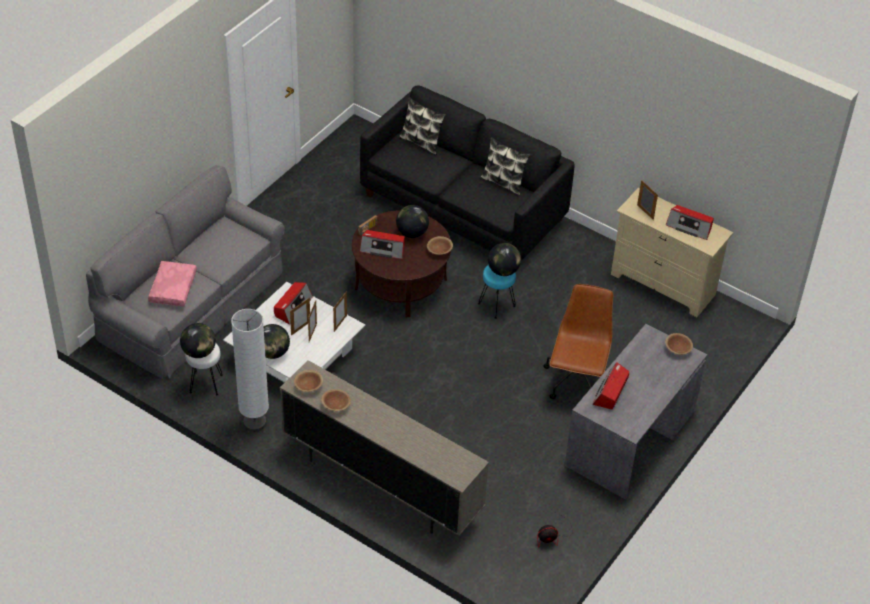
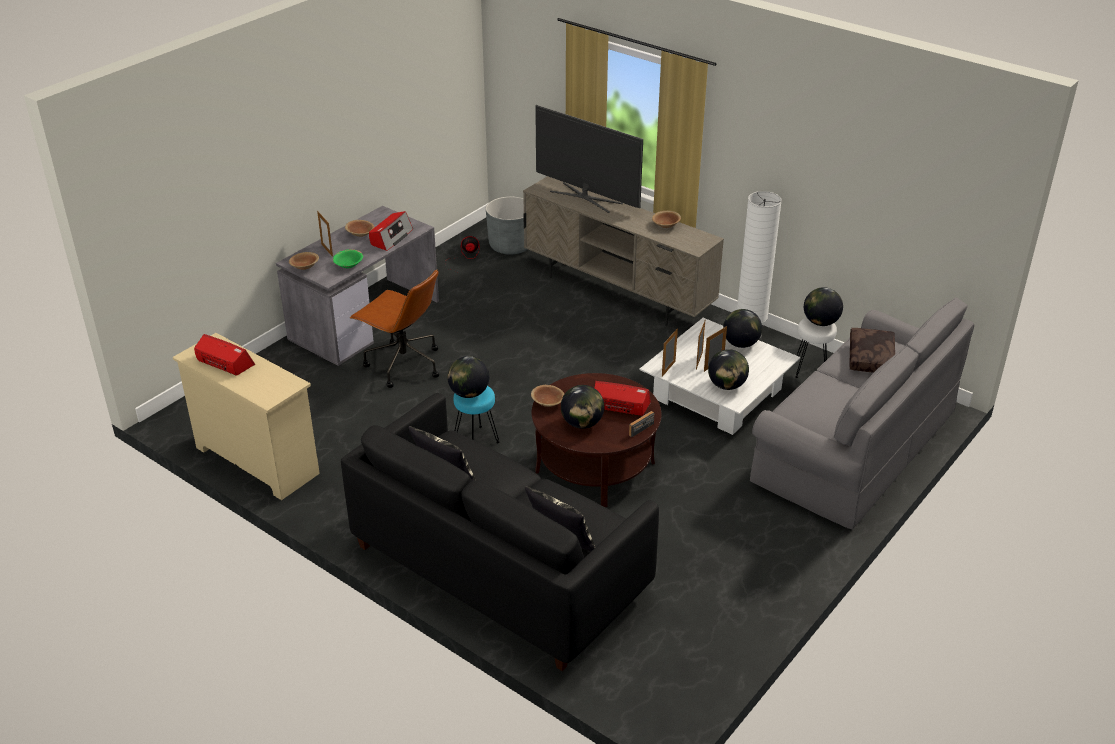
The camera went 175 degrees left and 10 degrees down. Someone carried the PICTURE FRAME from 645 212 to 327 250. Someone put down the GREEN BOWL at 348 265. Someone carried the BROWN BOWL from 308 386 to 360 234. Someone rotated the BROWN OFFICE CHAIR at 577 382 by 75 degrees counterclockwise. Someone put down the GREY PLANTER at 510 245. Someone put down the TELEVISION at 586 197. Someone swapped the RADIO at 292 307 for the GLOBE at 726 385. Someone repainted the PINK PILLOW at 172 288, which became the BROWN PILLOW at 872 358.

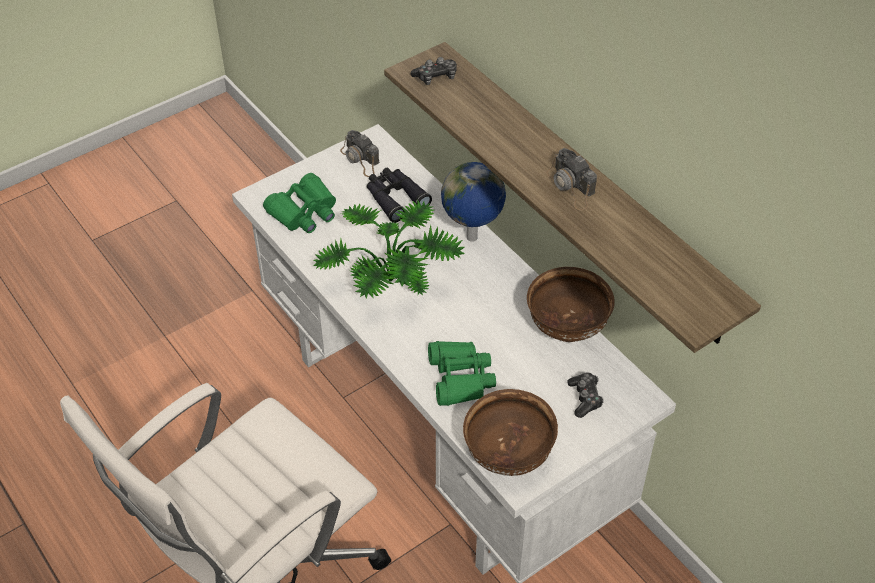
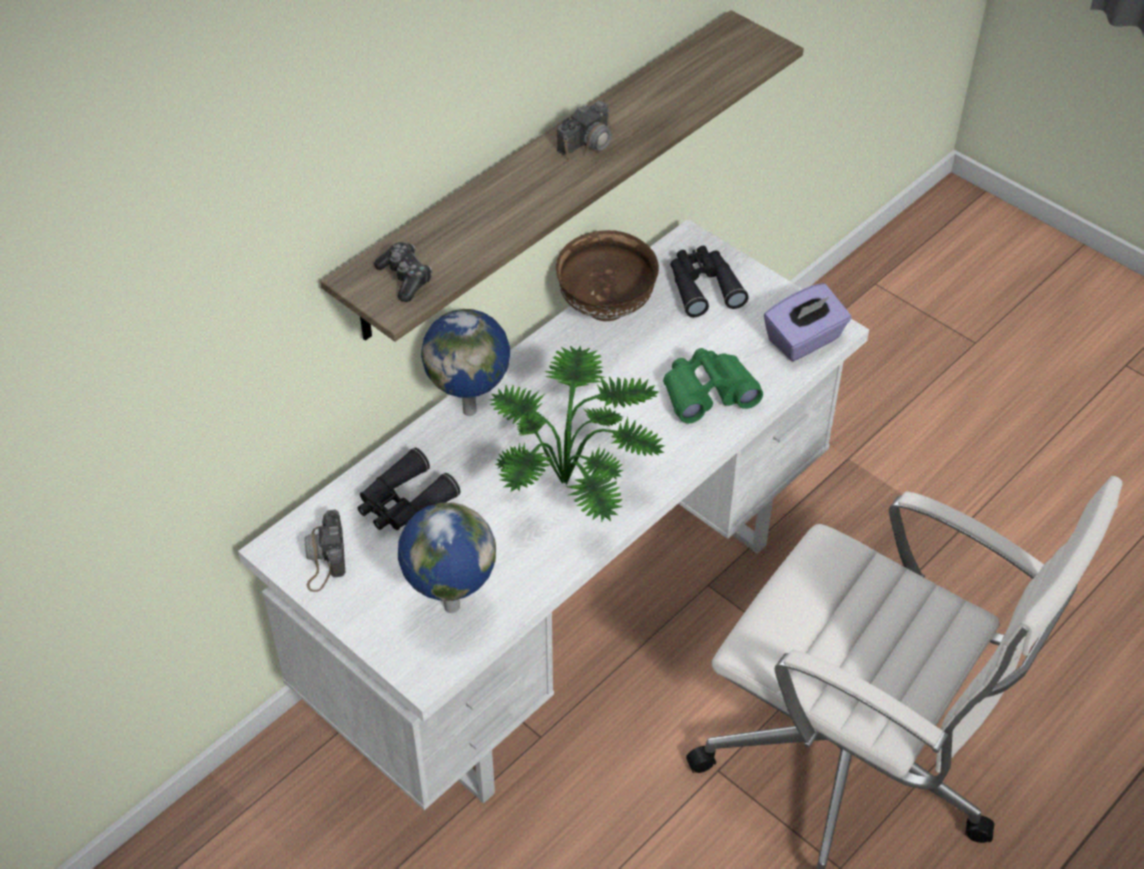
The camera went 100 degrees left and 0 degrees up. Someone rotated the PHOTO CAMERA at 360 159 by 135 degrees clockwise. Someone swapped the GREEN BINOCULARS at 304 212 for the GLOBE at 450 606. Someone swapped the GAME CONTROLLER at 585 398 for the BLACK BINOCULARS at 703 286. Someone swapped the BROWN BOWL at 509 457 for the PURPLE TISSUE BOX at 804 340.

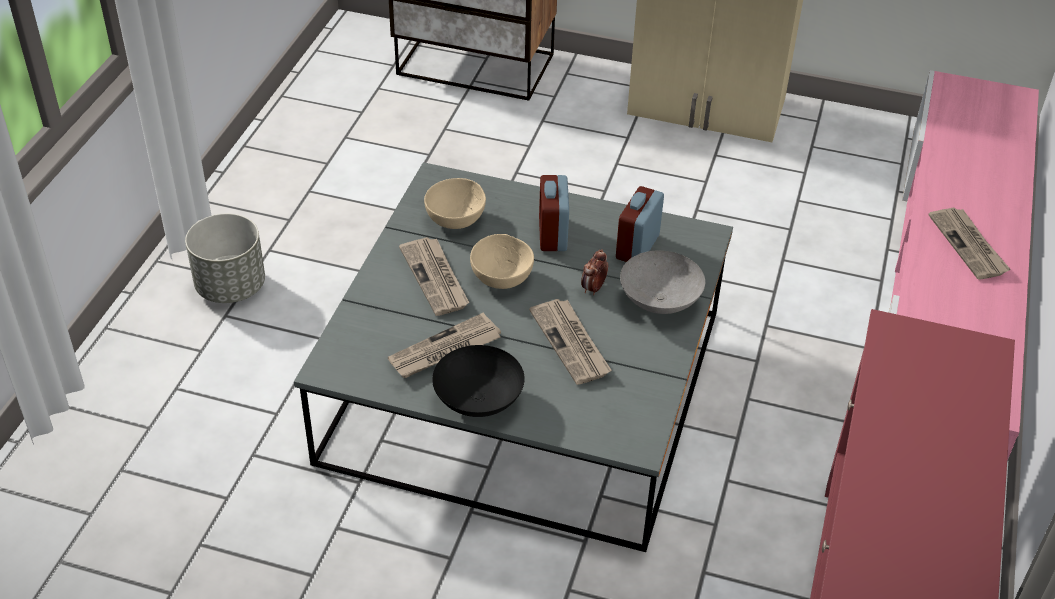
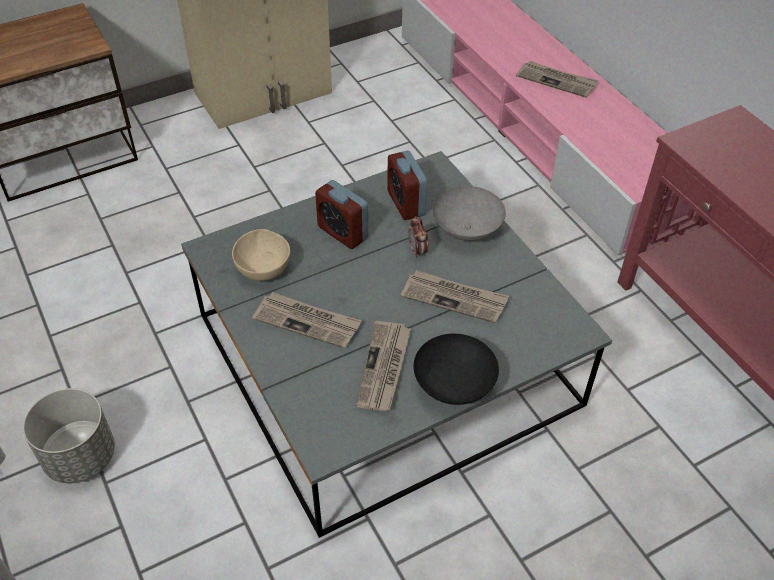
The camera went 45 degrees left and 5 degrees up. Someone took away the BEIGE BOWL at 502 277.

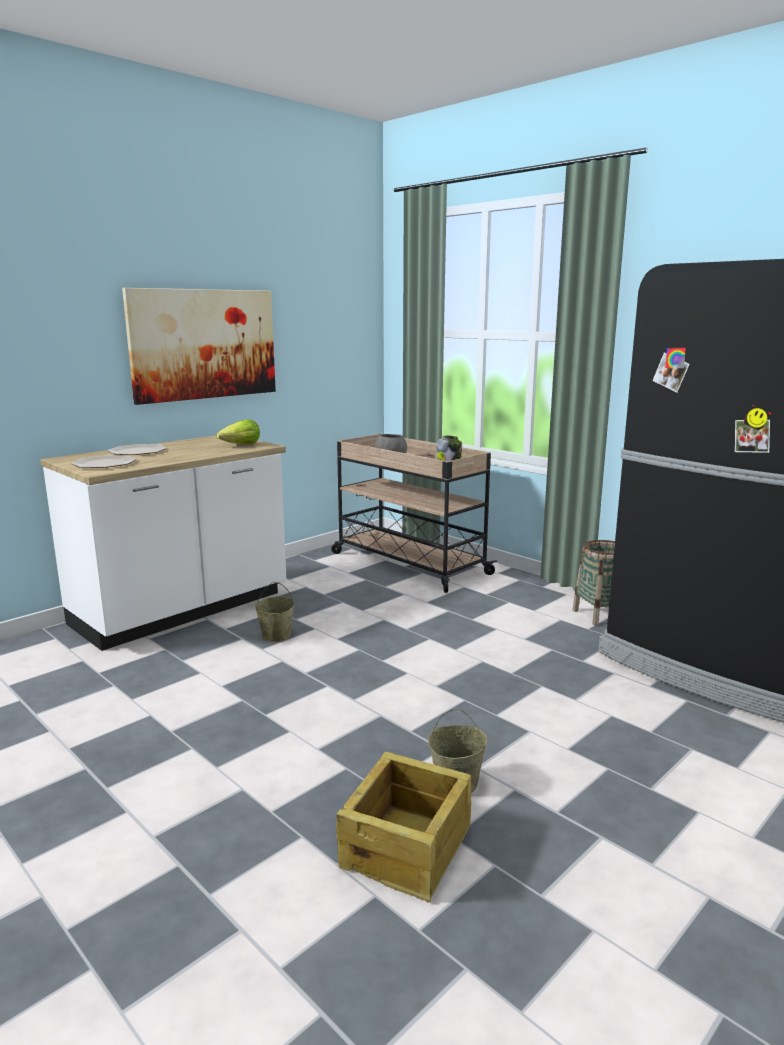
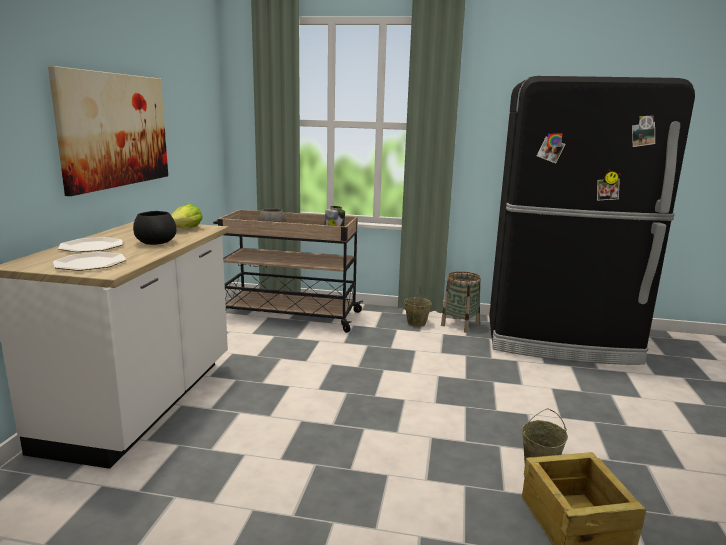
The camera went 35 degrees left and 0 degrees up. Someone put down the BLACK BOWL at 155 242. Someone carried the BEIGE BUCKET from 276 635 to 416 323.

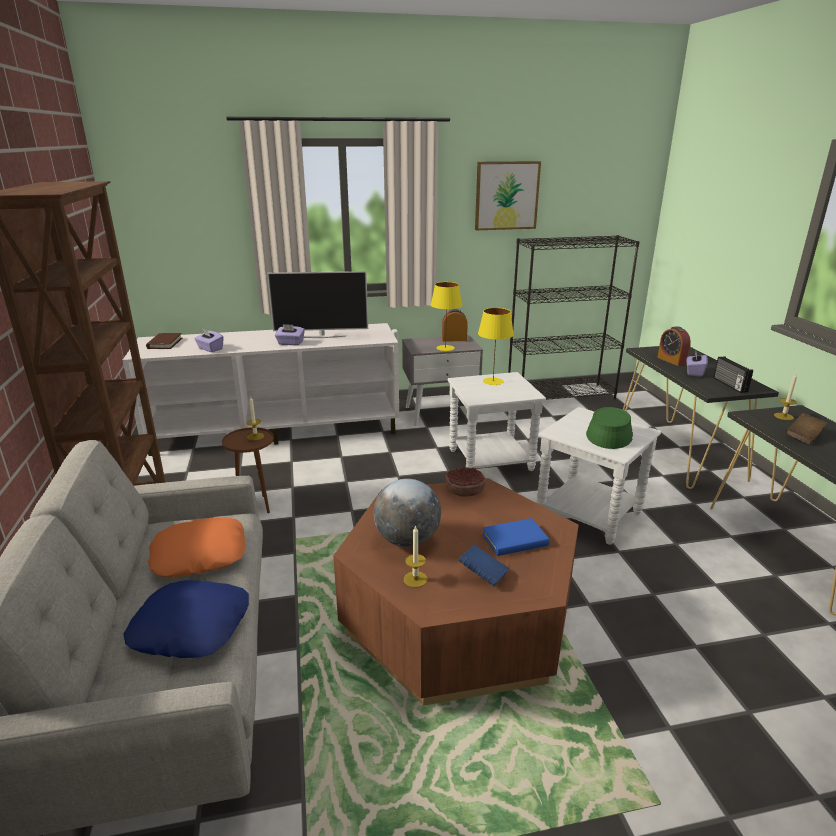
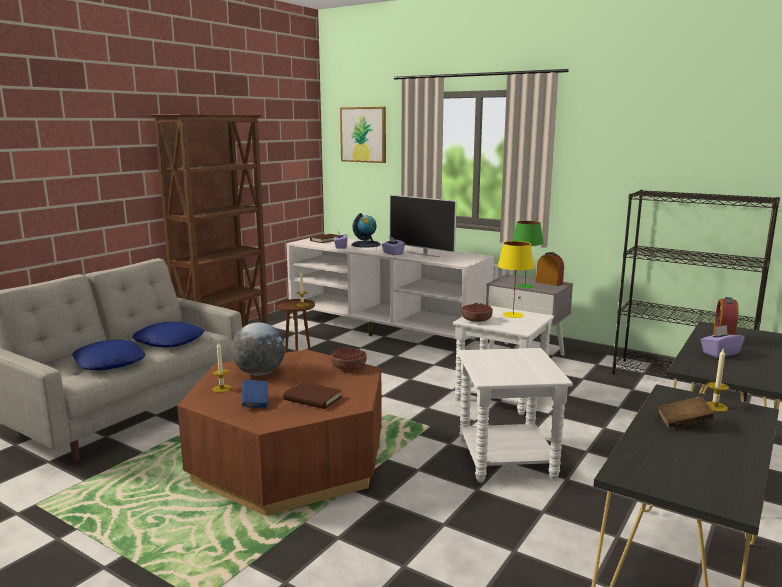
The camera went 45 degrees right and 10 degrees down. Someone repainted the ORANGE PILLOW at 200 554, which became the BLUE PILLOW at 169 341. Someone repainted the BLUE BOOK at 515 540, which became the BROWN BOOK at 312 398. Someone carried the PICTURE from 506 195 to 363 134. Someone put down the GLOBE at 366 244. Someone put down the BOWL at 476 320. Someone repainted the YELLOW TABLE LAMP at 445 348, which became the GREEN TABLE LAMP at 525 286. Someone took away the GREEN HAT at 609 434. Someone took away the RADIO at 729 385.

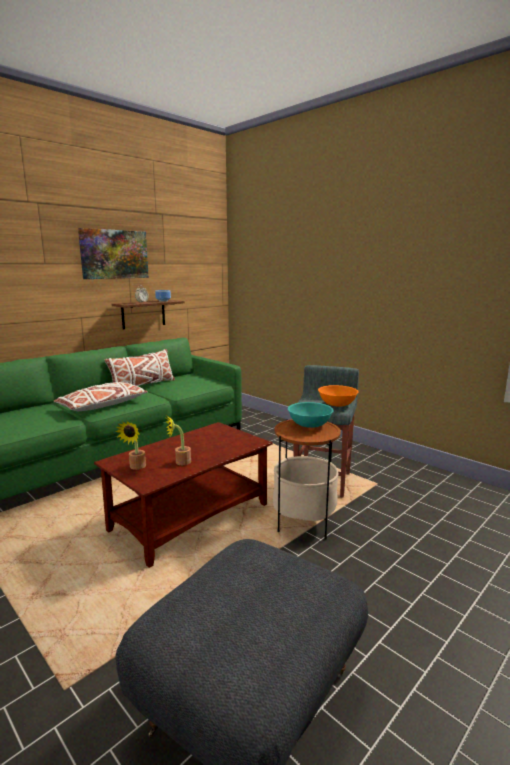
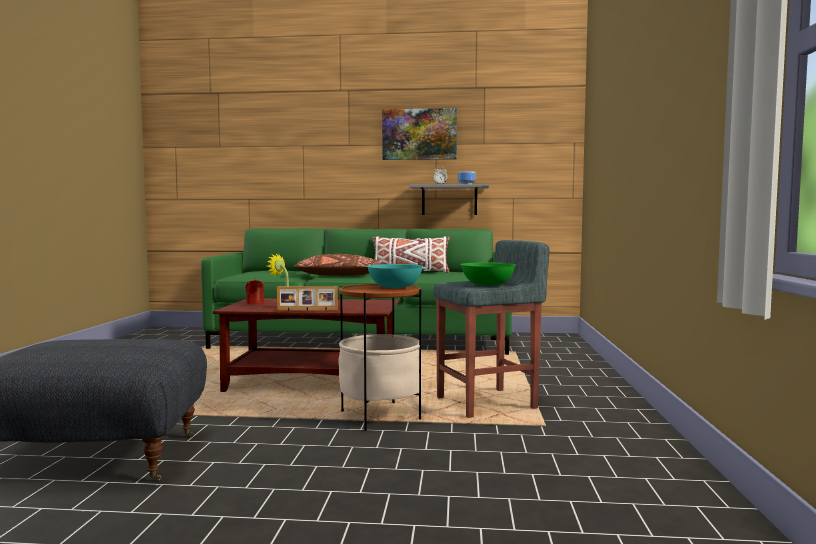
The camera went 50 degrees right and 10 degrees down. Someone swapped the POTTED PLANT at 136 467 for the RED CANDLE at 255 303. Someone put down the PICTURE FRAME at 307 310. Someone repainted the WHITE PILLOW at 102 405, which became the BROWN PILLOW at 338 275. Someone repainted the BROWN SHELF at 143 314, which became the GREY SHELF at 449 200. Someone repainted the ORANGE BOWL at 337 404, which became the GREEN BOWL at 487 284.

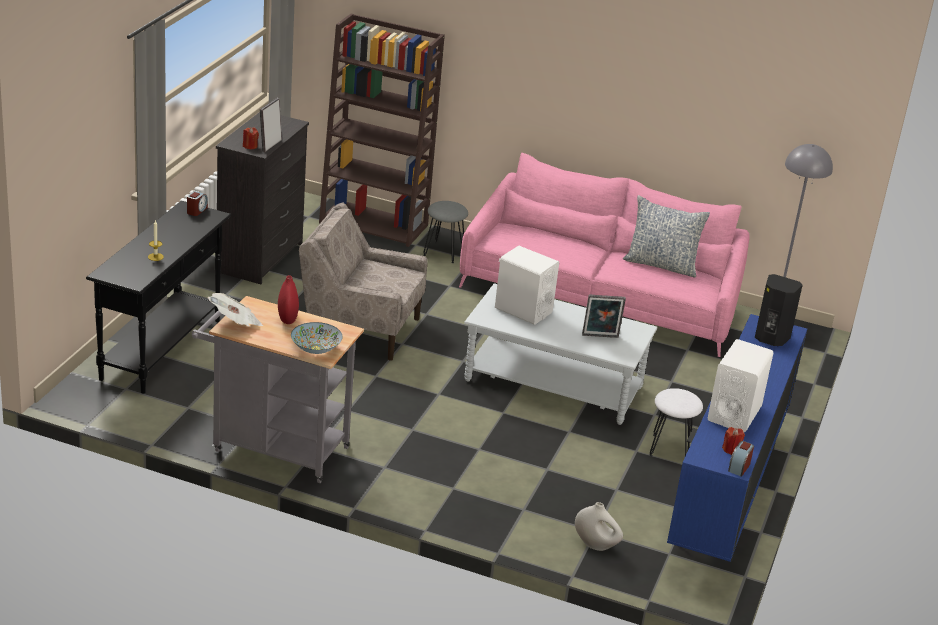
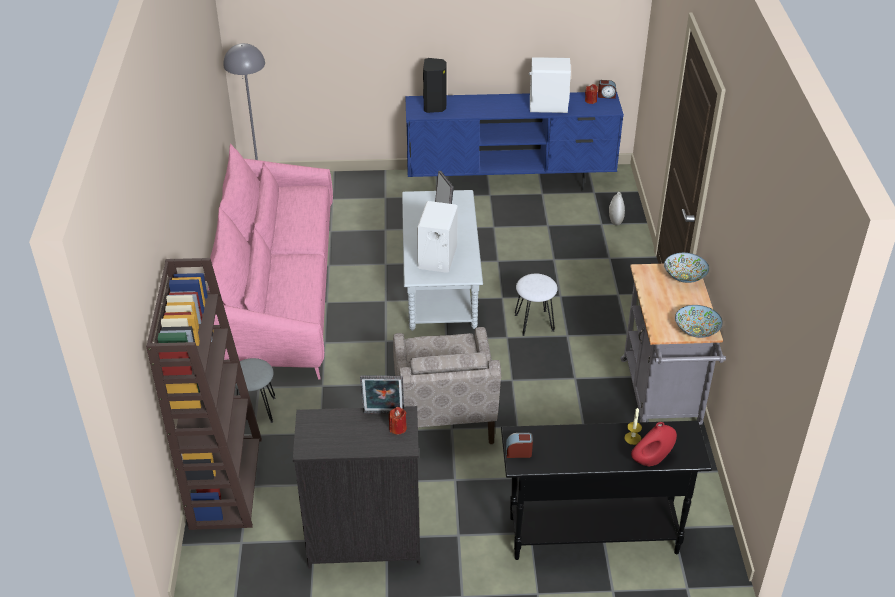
The camera went 110 degrees left and 10 degrees up. Someone carried the WHITE STOOL from 669 448 to 534 323. Someone carried the RED VASE from 287 318 to 651 460. Someone swapped the NEWSPAPER at 235 323 for the BOWL at 696 330. Someone took away the PILLOW at 661 264.

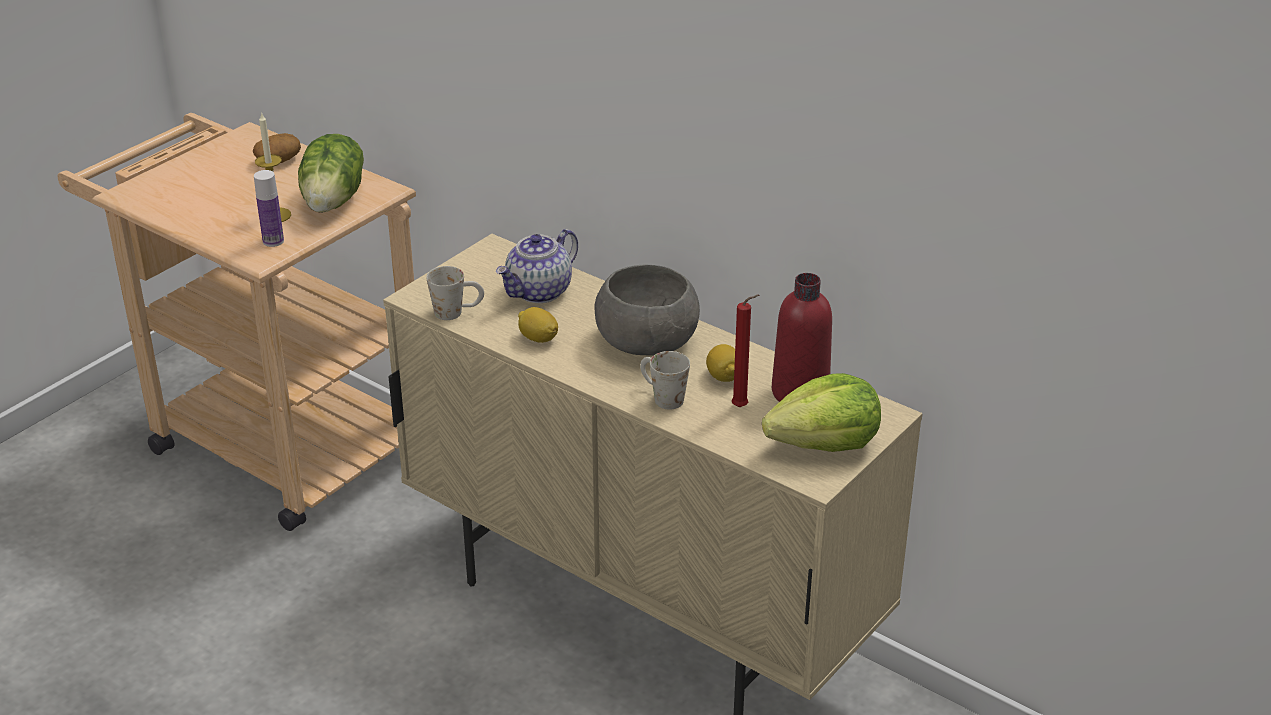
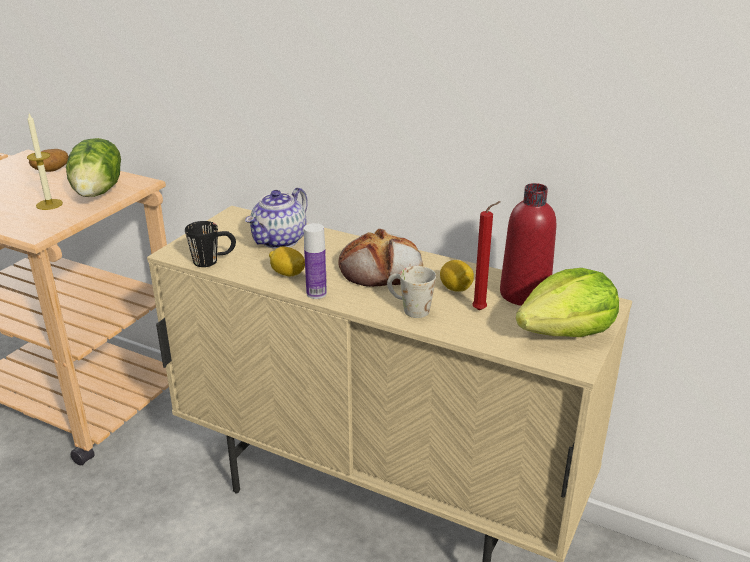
The camera went 10 degrees left and 5 degrees down. Someone repainted the WHITE MUG at 457 312, which became the BLACK MUG at 213 260. Someone carried the BOTTLE from 273 241 to 316 293. Someone swapped the GREY BOWL at 648 341 for the BREAD at 382 268.

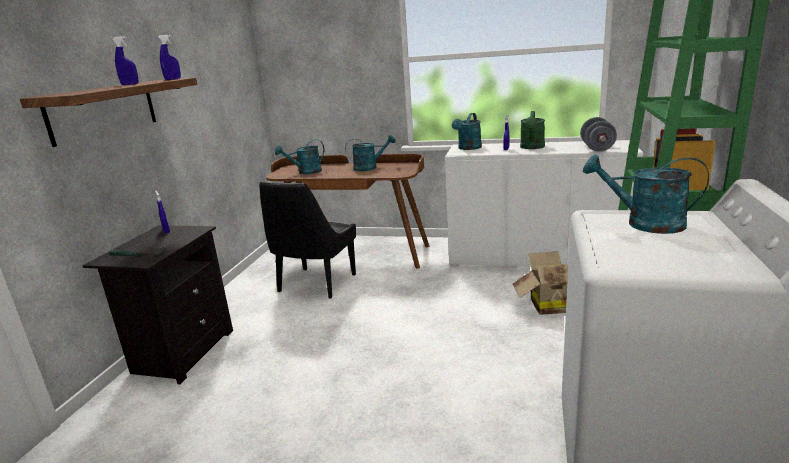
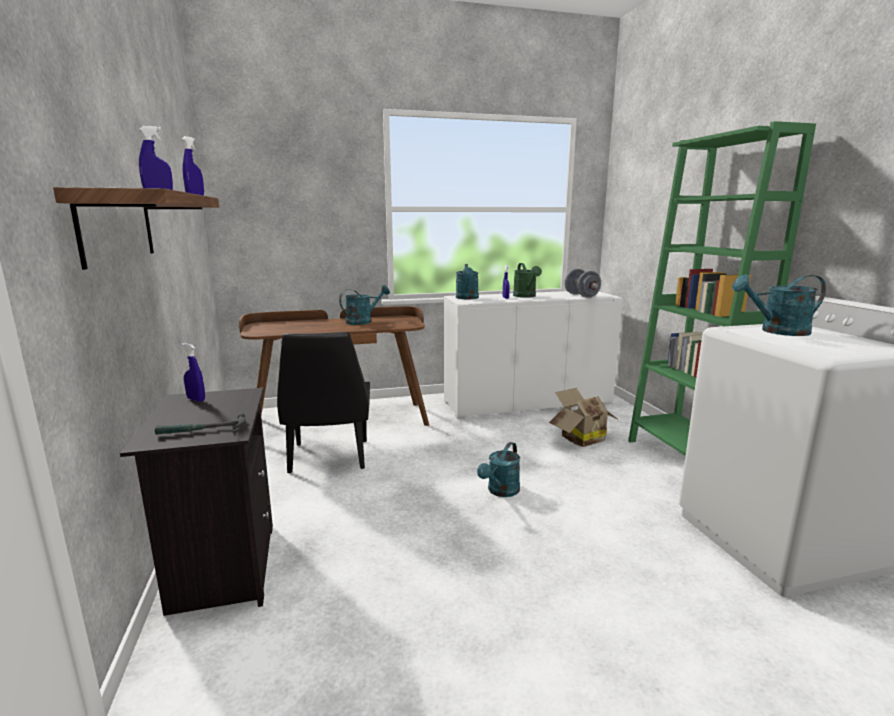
The camera went 30 degrees left and 5 degrees down. Someone carried the TURQUOISE WATERING CAN from 305 172 to 501 491.

